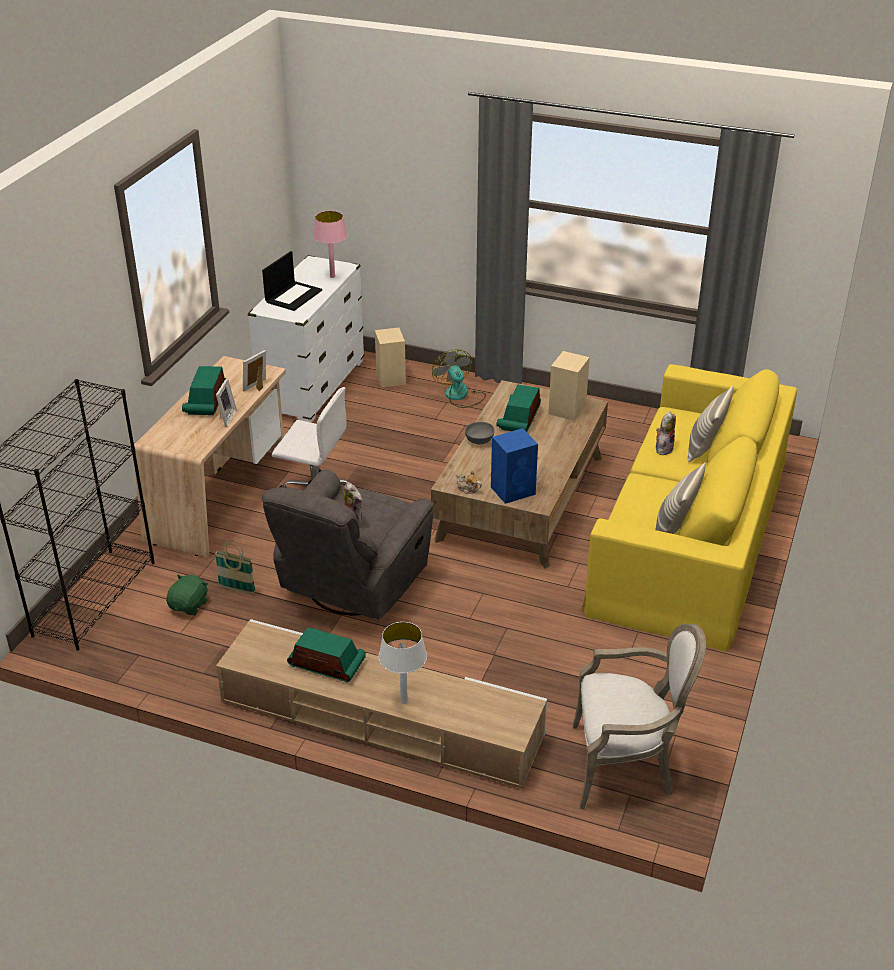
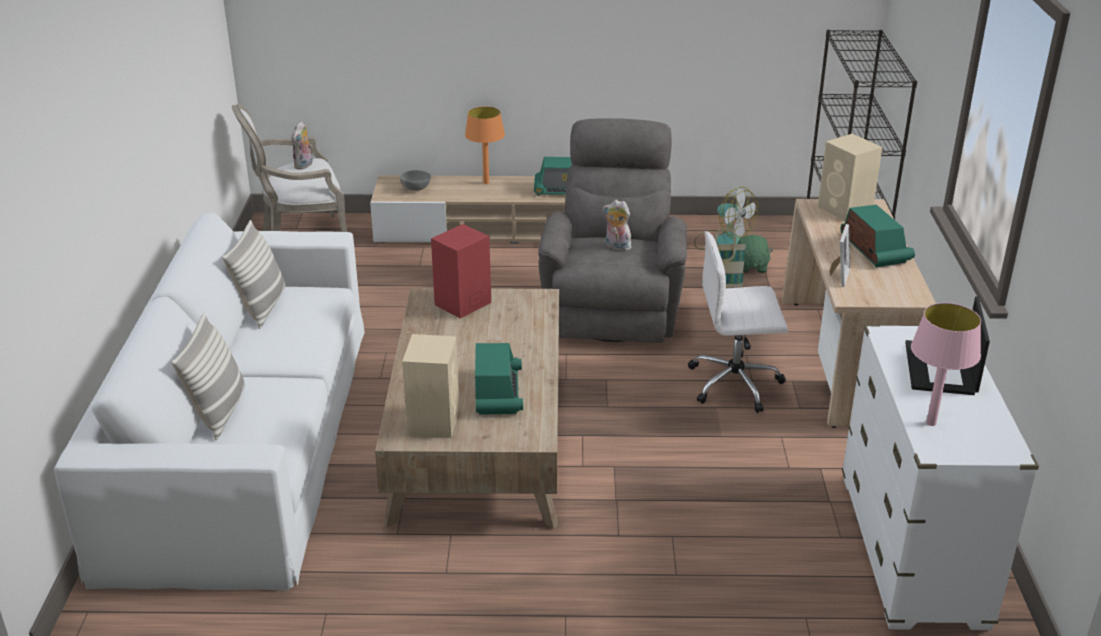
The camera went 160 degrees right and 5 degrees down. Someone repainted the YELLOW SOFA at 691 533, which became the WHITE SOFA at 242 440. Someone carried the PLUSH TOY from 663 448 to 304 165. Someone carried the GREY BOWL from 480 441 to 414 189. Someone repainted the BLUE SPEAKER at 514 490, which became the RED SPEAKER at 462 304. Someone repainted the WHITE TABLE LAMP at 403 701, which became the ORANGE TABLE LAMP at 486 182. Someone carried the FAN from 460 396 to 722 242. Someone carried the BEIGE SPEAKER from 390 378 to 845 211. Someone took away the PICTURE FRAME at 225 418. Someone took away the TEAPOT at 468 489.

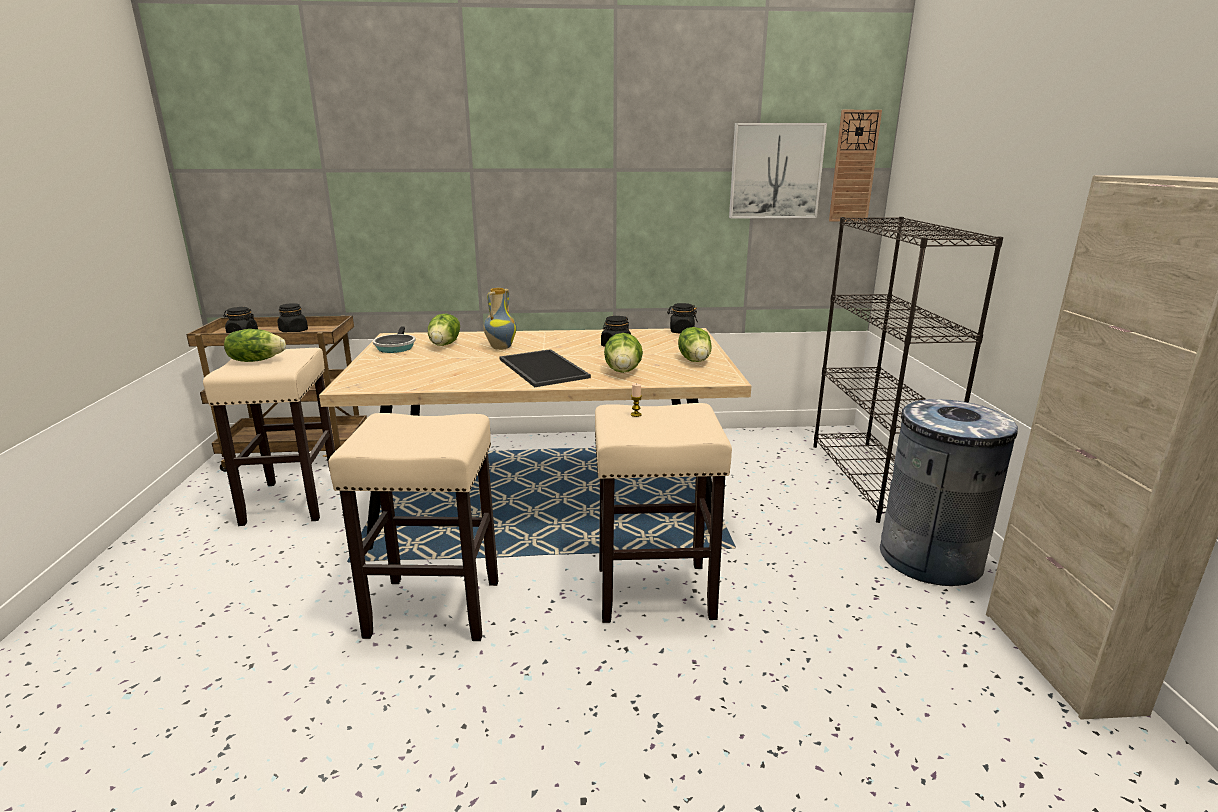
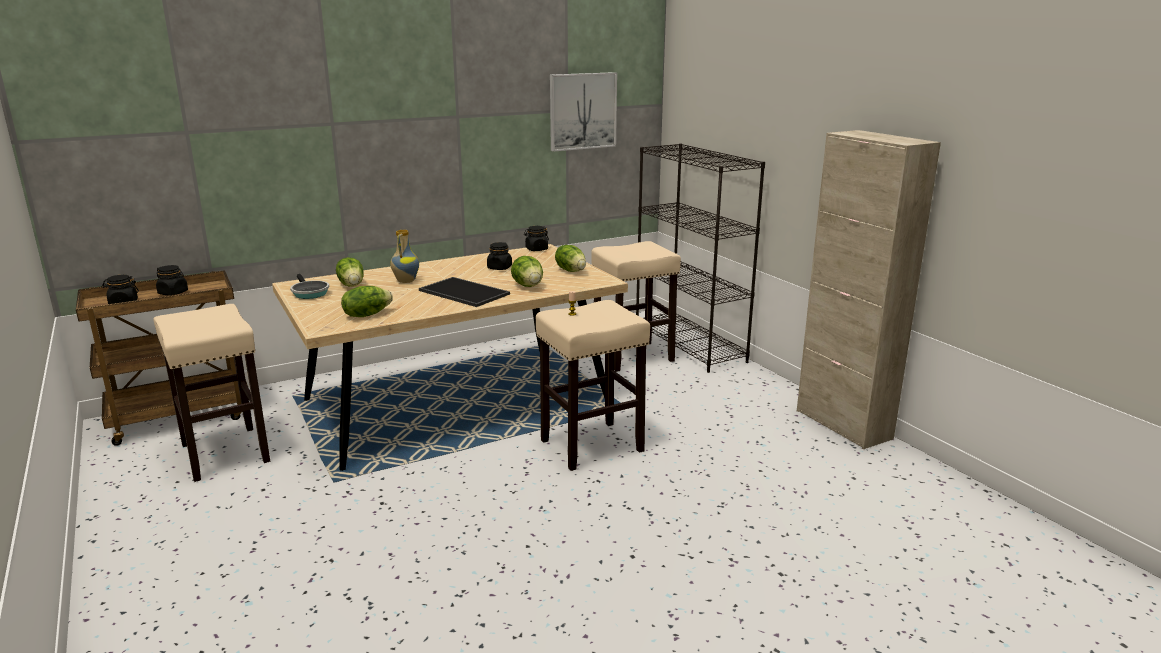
The camera went 25 degrees left and 0 degrees up. Someone carried the LETTUCE from 256 360 to 366 314. Someone carried the BEIGE STOOL from 432 608 to 632 356. Someone took away the WALL CLOCK at 854 167. Someone took away the GREY TRASH CAN at 929 558.

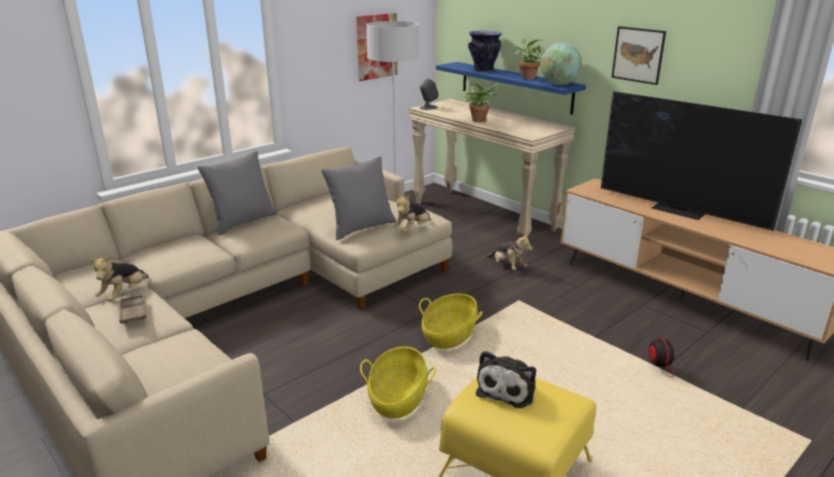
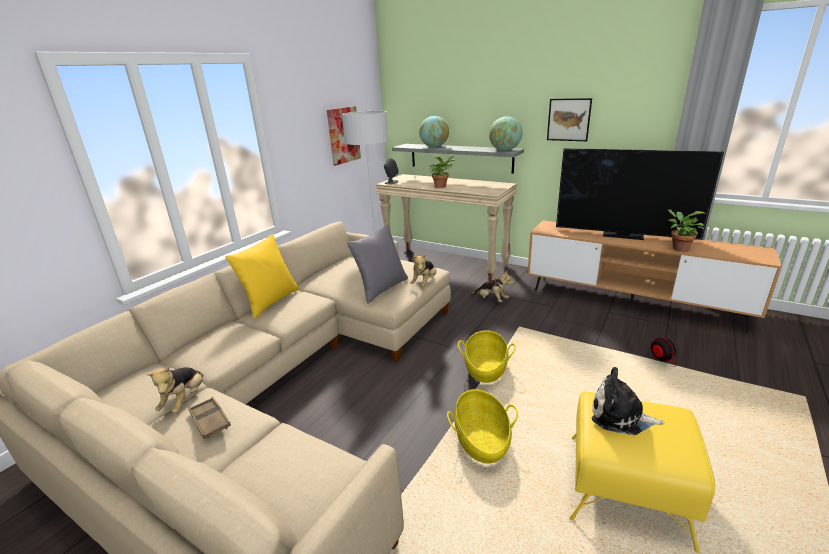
The camera went 15 degrees left and 0 degrees up. Someone repainted the GREY PILLOW at 243 222, which became the YELLOW PILLOW at 270 302. Someone repainted the BLUE SHELF at 515 87, which became the GREY SHELF at 460 157. Someone swapped the VASE at 484 70 for the GLOBE at 434 147. Someone rotated the PLUSH TOY at 508 388 by 105 degrees clockwise. Someone carried the POTTED PLANT from 526 77 to 678 248.

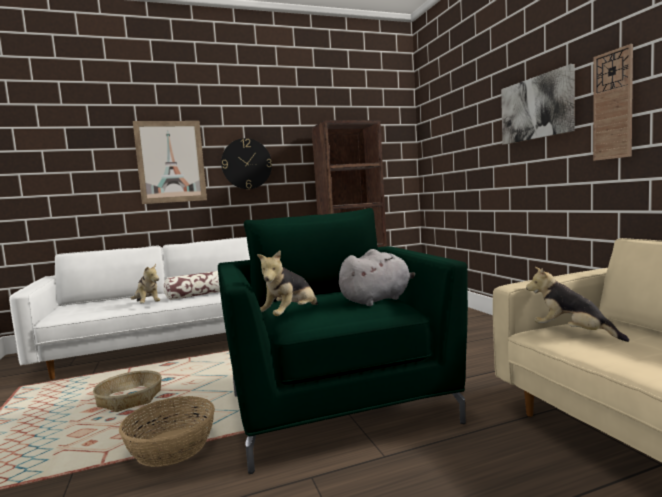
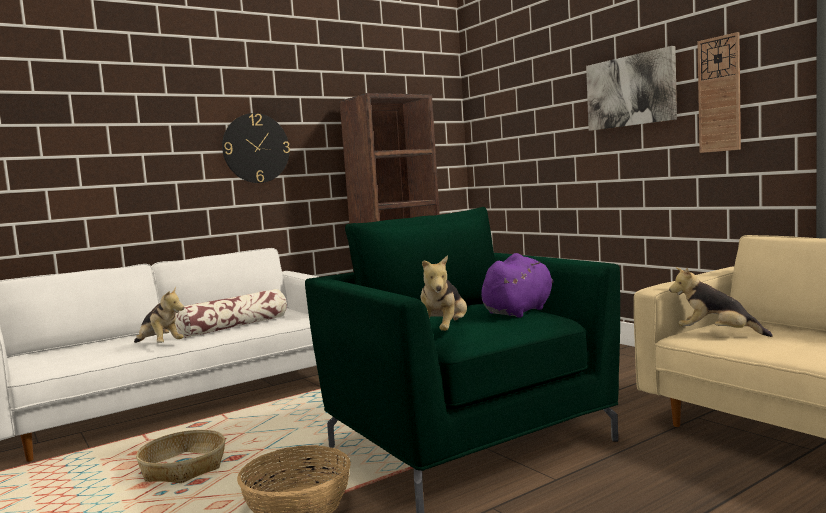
The camera went 15 degrees left and 0 degrees up. Someone repainted the GREY PLUSH TOY at 378 300, which became the PURPLE PLUSH TOY at 519 311. Someone took away the PICTURE at 171 162.

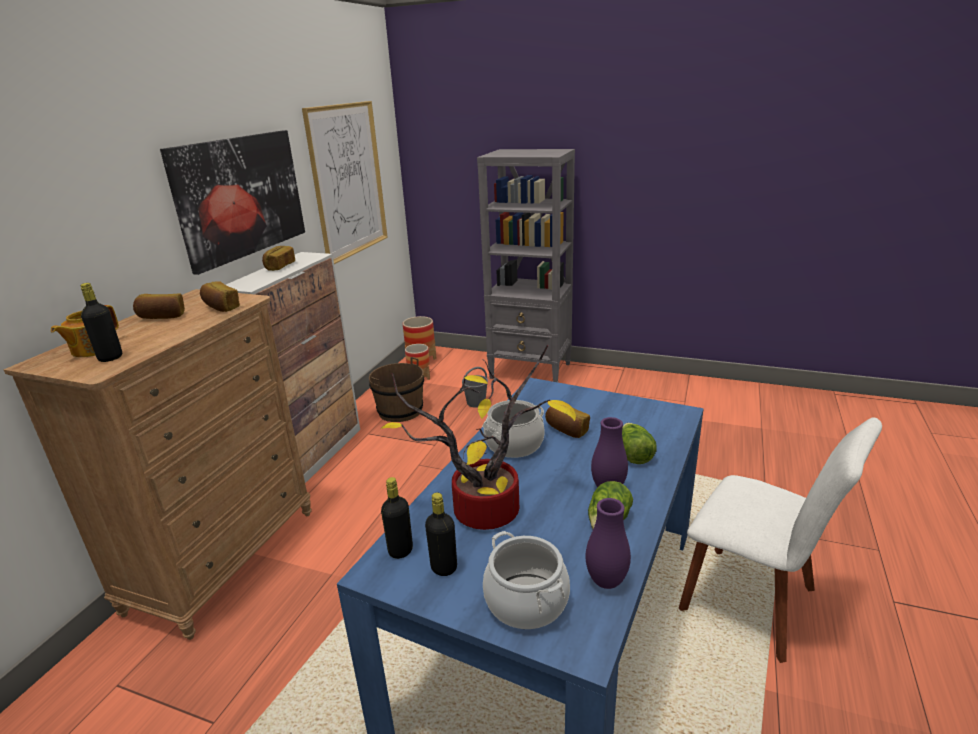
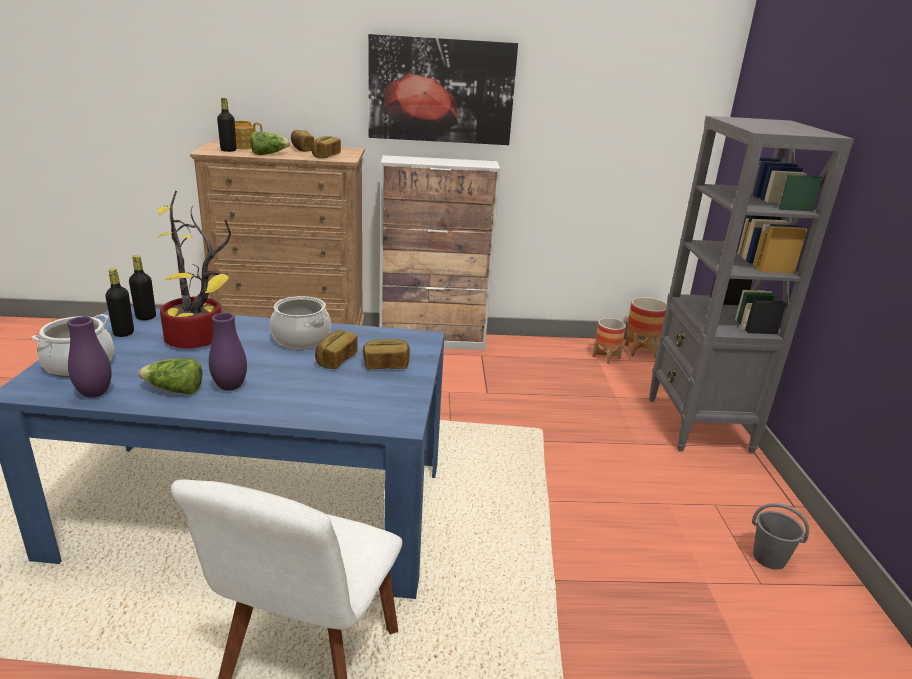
The camera went 65 degrees right and 0 degrees up. Someone carried the LETTUCE from 634 454 to 268 154. Someone carried the BREAD from 279 266 to 386 365. Someone carried the GREY BUCKET from 476 402 to 769 558. Someone took away the PICTURE at 348 181. Someone took away the BROWN BUCKET at 400 411.

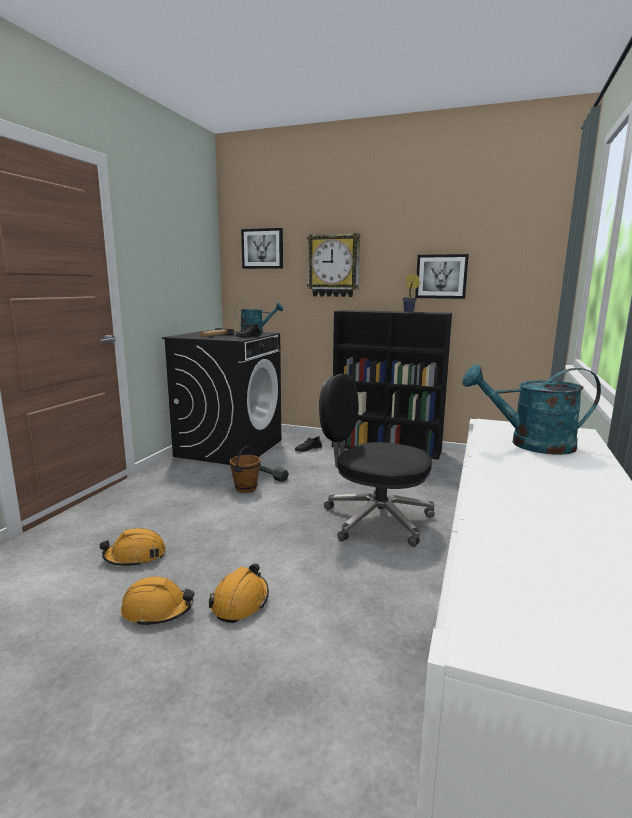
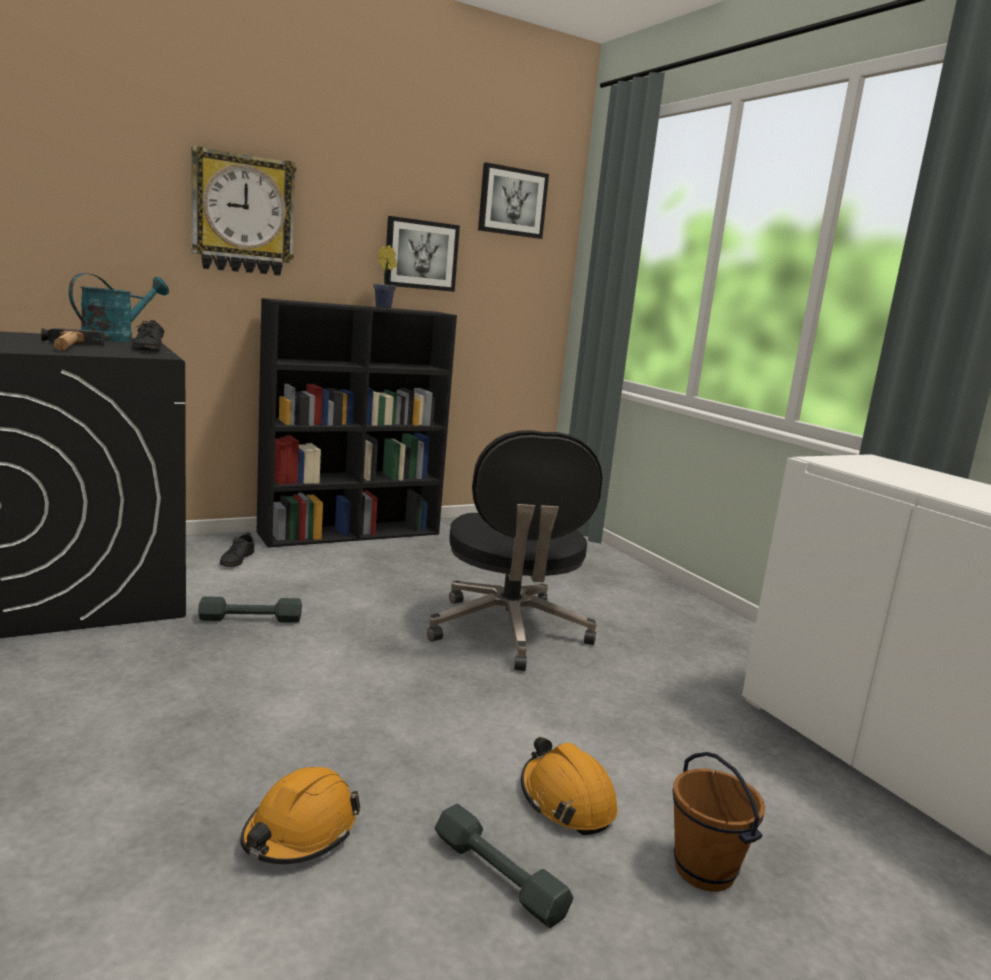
The camera went 50 degrees left and 0 degrees up. Someone rotated the BLACK OFFICE CHAIR at 375 519 by 75 degrees counterclockwise. Someone swapped the ORANGE HARD HAT at 157 610 for the GREY DUMBBELL at 498 876. Someone carried the PICTURE from 262 248 to 512 202. Someone carried the BROWN BUCKET from 246 488 to 705 870. Someone took away the TURQUOISE WATERING CAN at 530 444.

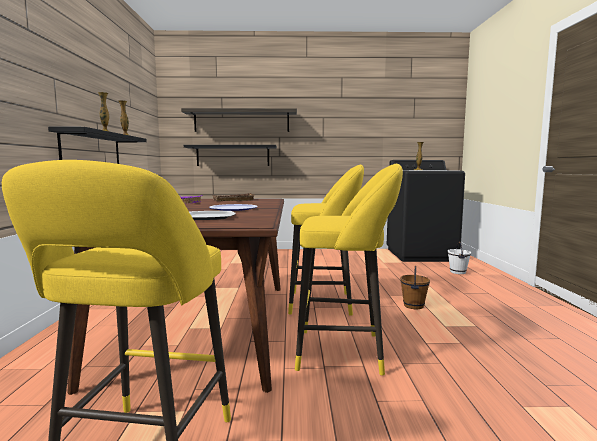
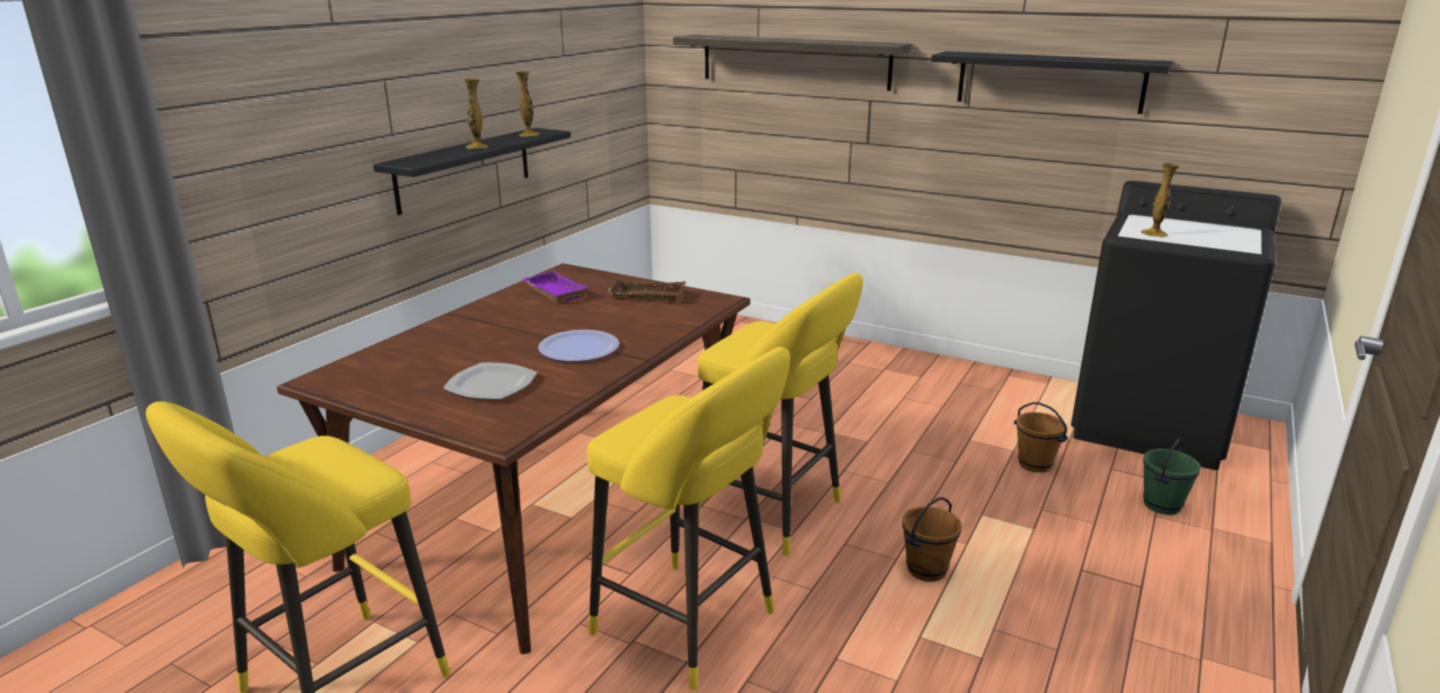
The camera went 30 degrees right and 15 degrees up. Someone carried the BLACK SHELF from 233 156 to 1049 81. Someone put down the BROWN BUCKET at 1034 465. Someone repainted the WHITE BUCKET at 457 272, which became the GREEN BUCKET at 1161 505.

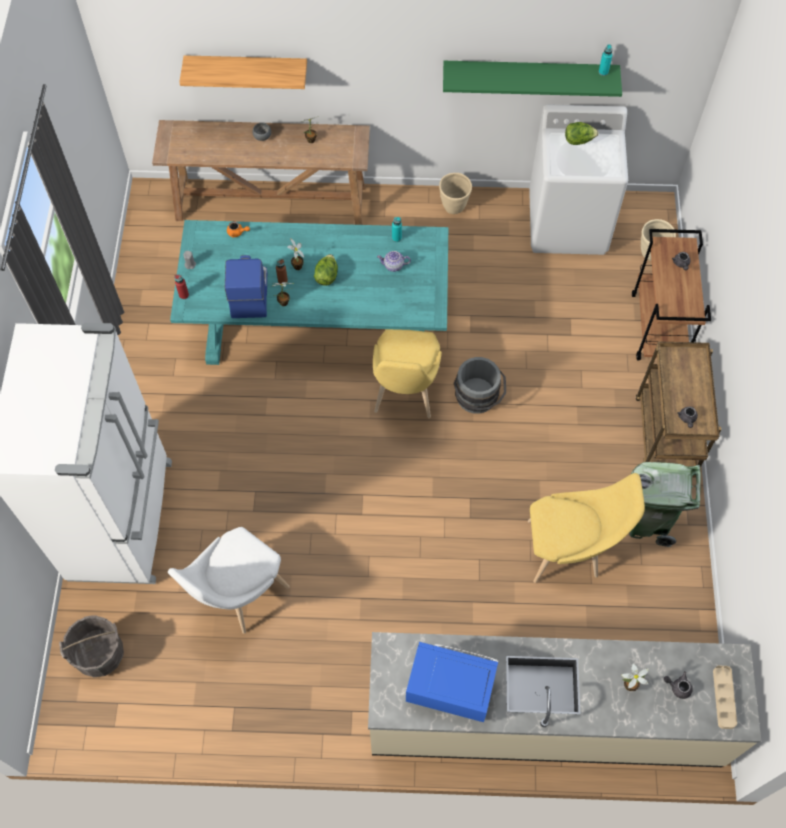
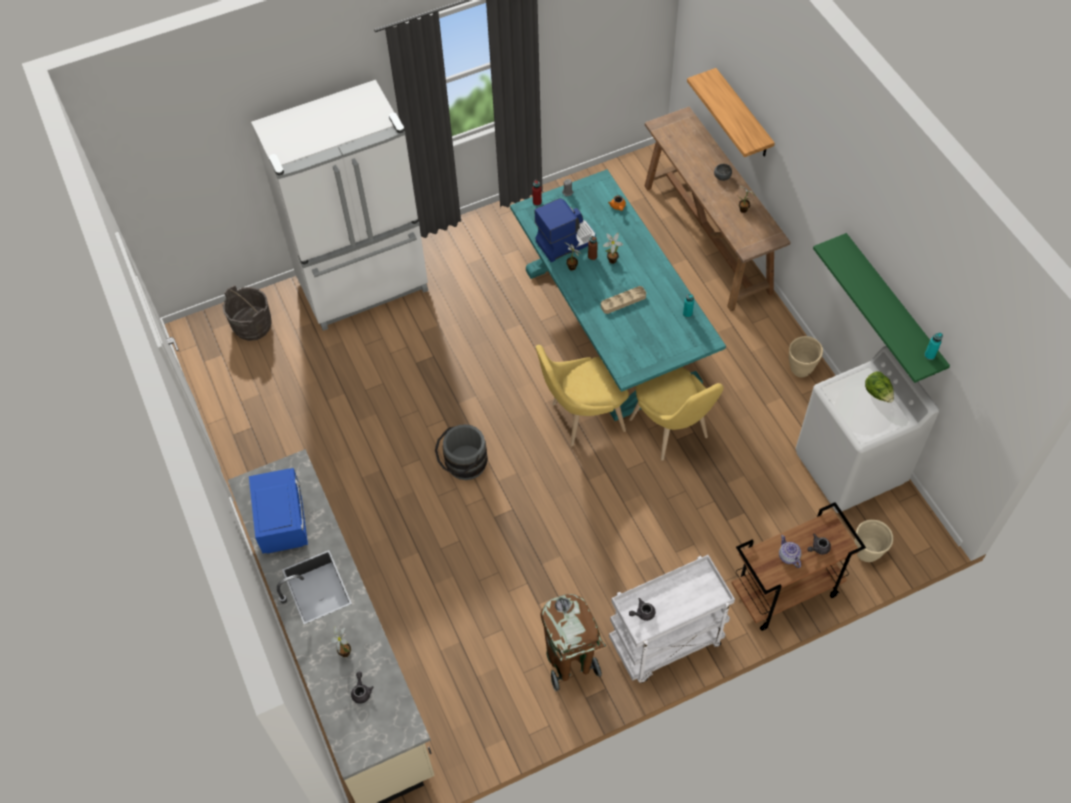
The camera went 65 degrees right and 5 degrees down. Someone carried the GREY BUCKET from 477 400 to 463 465. Someone repainted the GREEN TRASH CAN at 648 521, which became the BROWN TRASH CAN at 570 662. Someone carried the BEIGE TRAY from 723 698 to 623 301. Someone repainted the BROWN CART at 665 438, which became the WHITE CART at 665 644. Someone carried the YELLOW CHAIR from 568 550 to 672 432. Someone carried the TEAPOT from 394 266 to 788 557. Someone took away the WHITE CHAIR at 238 596. Someone took away the LETTUCE at 326 276.

